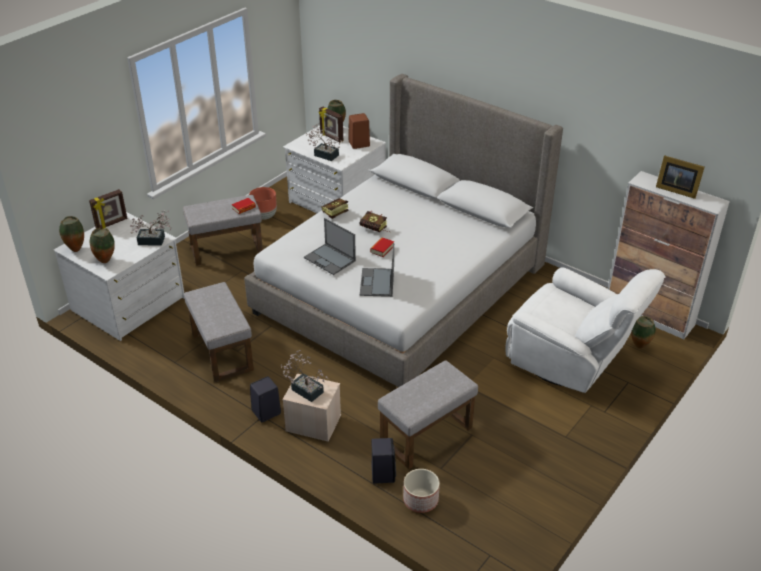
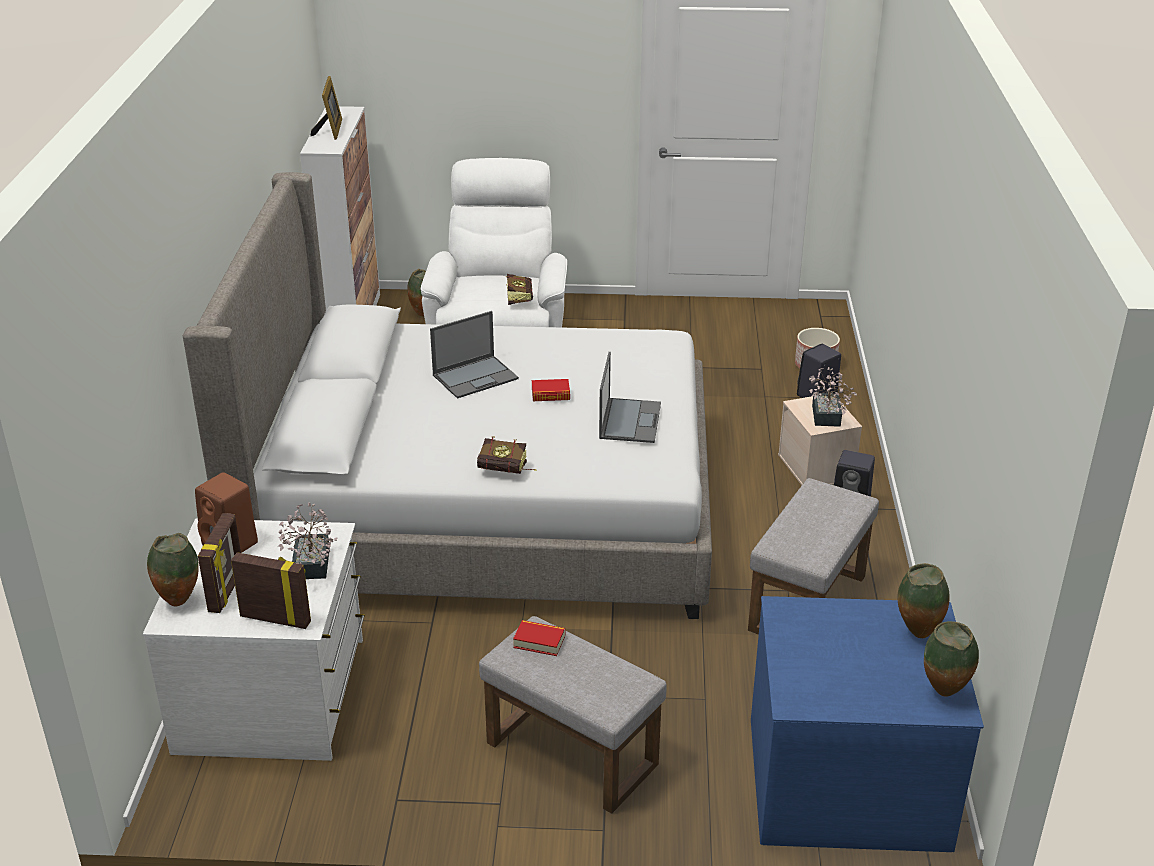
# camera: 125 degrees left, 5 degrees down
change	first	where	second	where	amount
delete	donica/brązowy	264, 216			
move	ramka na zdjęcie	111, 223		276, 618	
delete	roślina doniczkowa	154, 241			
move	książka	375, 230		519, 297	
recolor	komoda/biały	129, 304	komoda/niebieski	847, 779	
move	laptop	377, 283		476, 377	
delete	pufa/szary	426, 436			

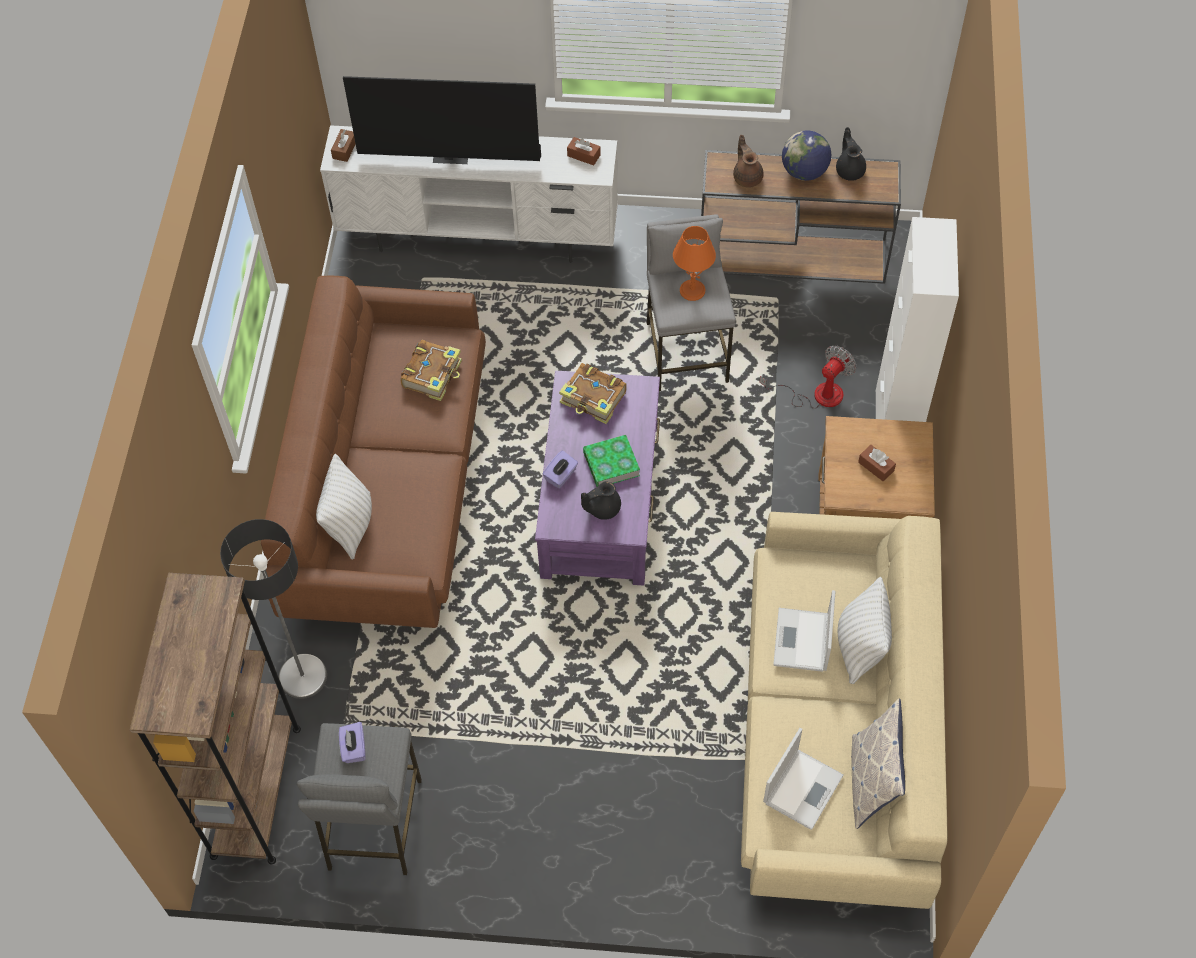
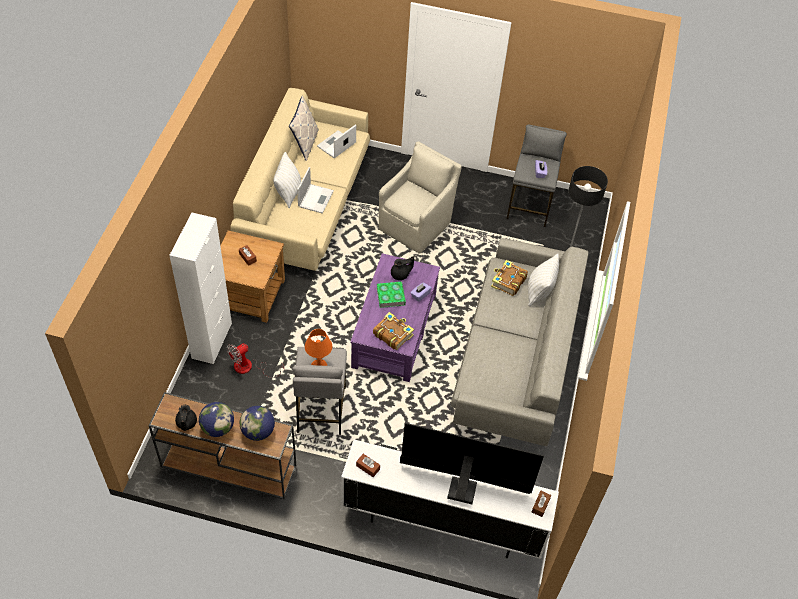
# camera: 175 degrees left, 5 degrees down
change	first	where	second	where	amount
replace	imbryk/brązowy	747, 177	globus	258, 431	
recolor	kanapa/brązowy	390, 486	kanapa/szary	514, 359	
move	książka	433, 374		508, 282	
delete	regał/brązowy	256, 791			
insert			fotel/beżowy	416, 224	

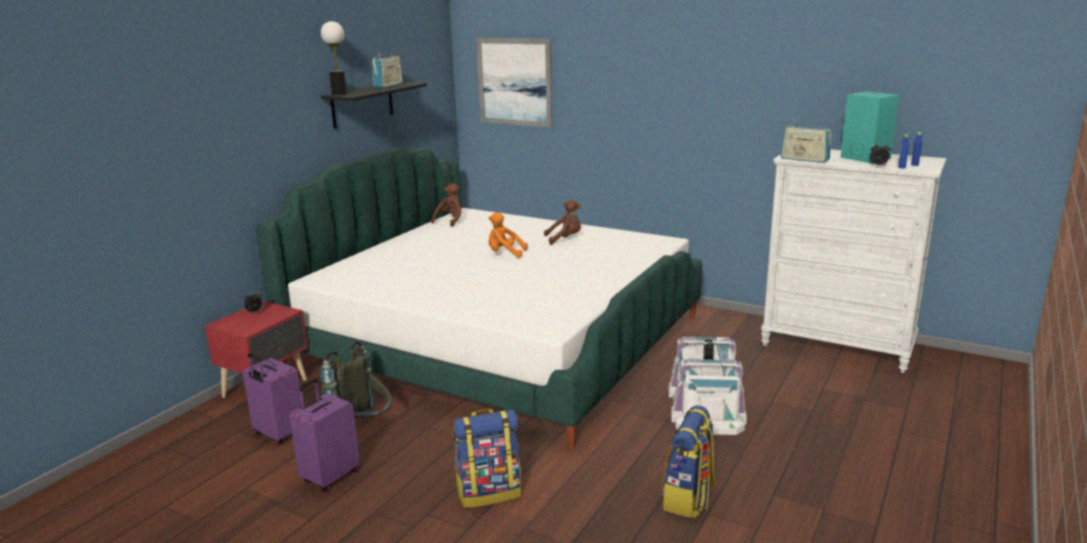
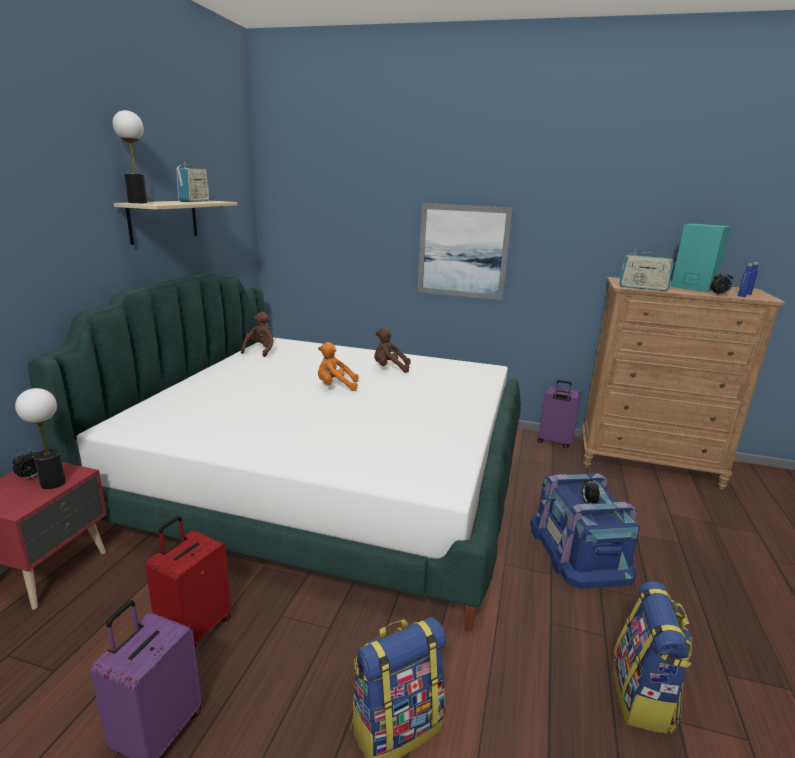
# camera: 15 degrees left, 0 degrees up
change	first	where	second	where	amount
move	obraz	514, 82		462, 251	
recolor	półka/czarny	362, 104	półka/beżowy	164, 220	
recolor	komoda/biały	837, 345	komoda/brązowy	648, 463	
rotate	pluszak/brązowy	565, 239		389, 368	150 degrees counterclockwise
recolor	pojemnik do przechowywania/biały	706, 407	pojemnik do przechowywania/niebieski	579, 549	
replace	plecak/szary	364, 429	walizka/czerwony	195, 628	
move	walizka/fioletowy	278, 435		554, 442	
insert			lampa stołowa	53, 483	

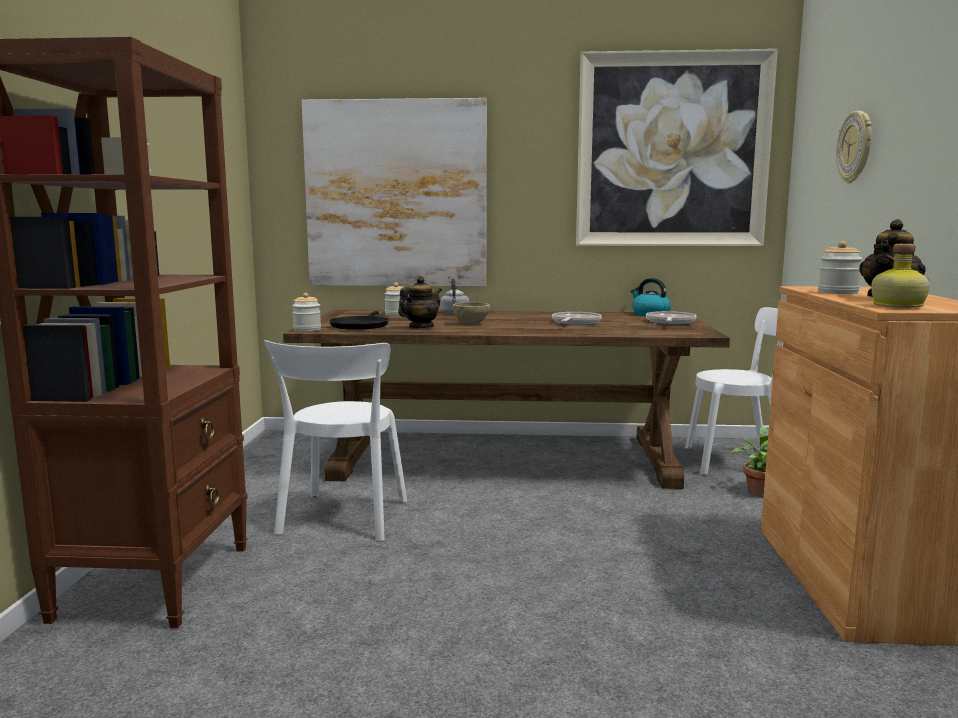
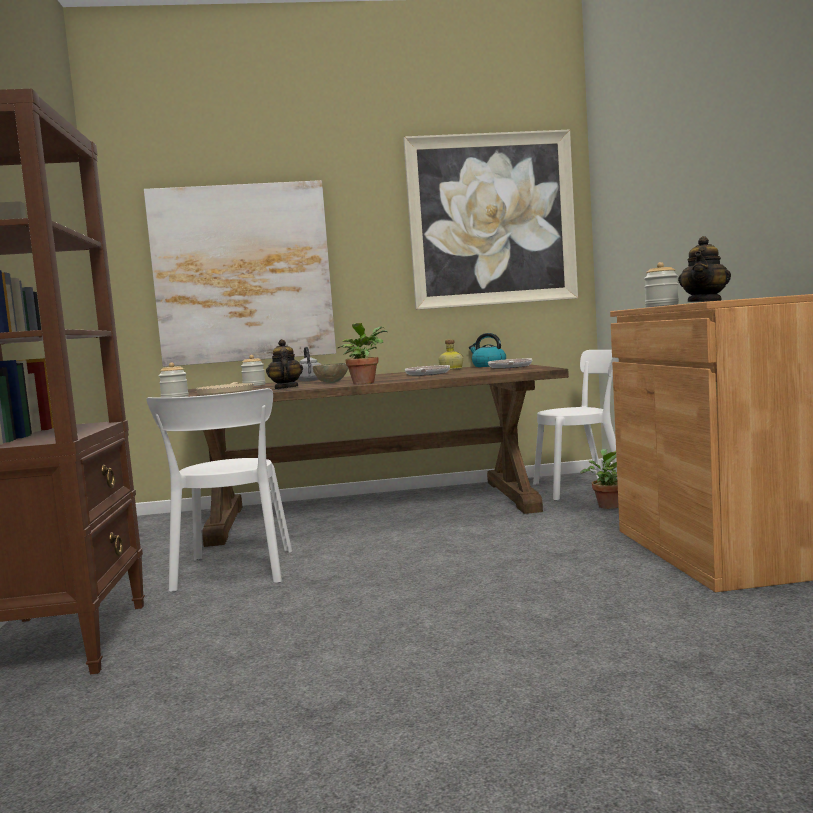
# camera: 10 degrees left, 5 degrees down
change	first	where	second	where	amount
delete	zegar ścienny	856, 147			
move	butelka	896, 305		450, 369	
rotate	imbryk	420, 327		285, 388	45 degrees counterclockwise
recolor	patelnia/czarny	360, 326	patelnia/beżowy	226, 392	
insert			roślina doniczkowa	364, 383	

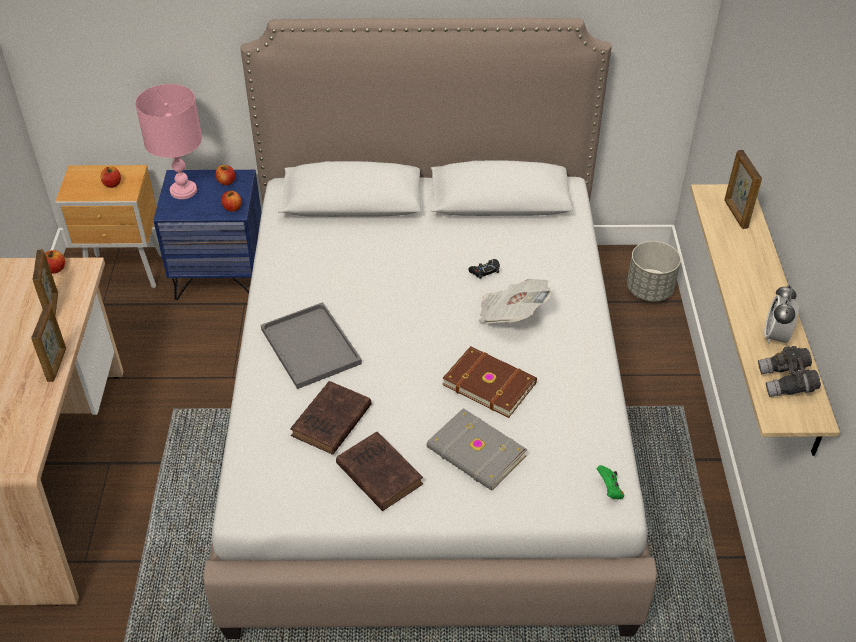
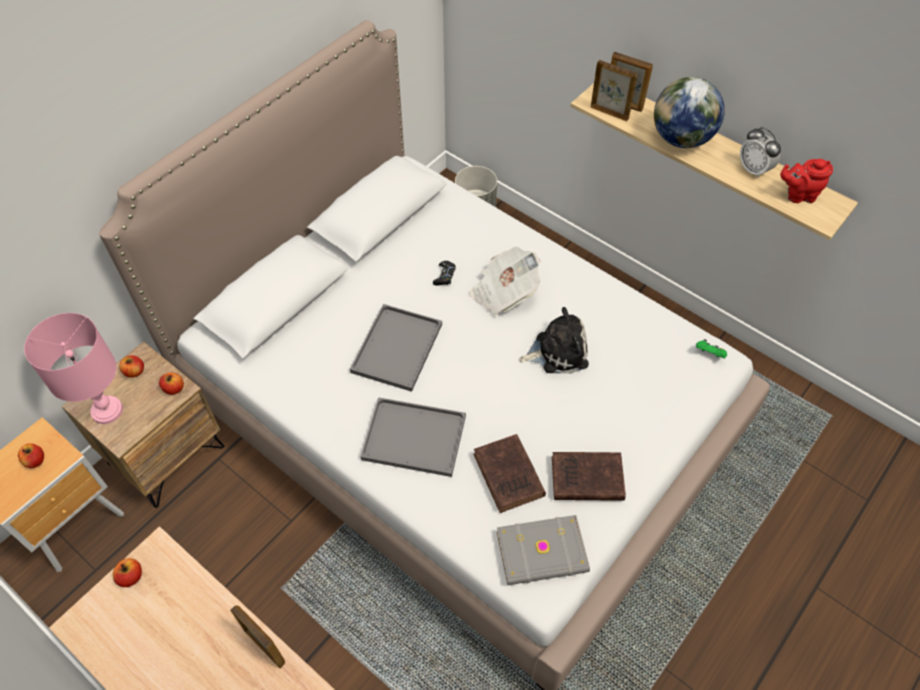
# camera: 50 degrees left, 10 degrees up
change	first	where	second	where	amount
recolor	szafka nocna/niebieski	221, 275	szafka nocna/brązowy	166, 454	
move	ramka na zdjęcie	53, 308		609, 112	
replace	książka/brązowy	489, 383	pluszak	557, 351	
replace	lornetka/szary	786, 382	imbryk/czerwony	798, 195	
move	książka/szary	475, 453		543, 553	
insert			globus	681, 139	
insert			taca/szary	396, 346	

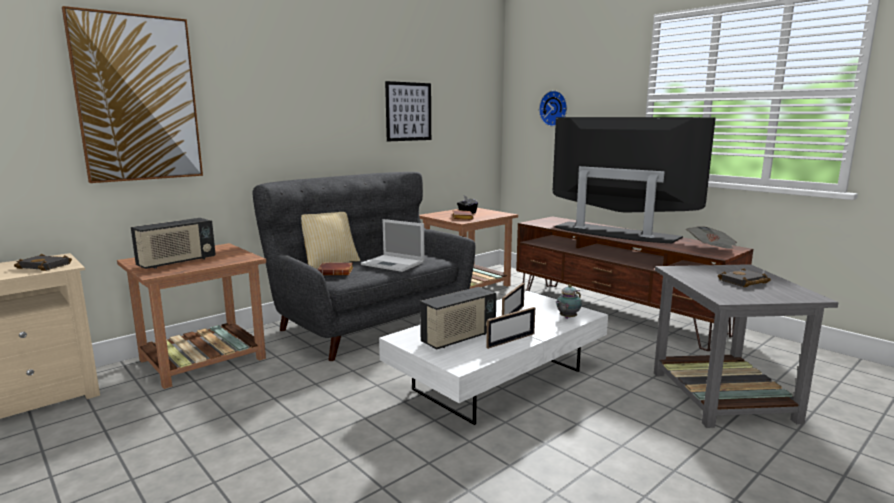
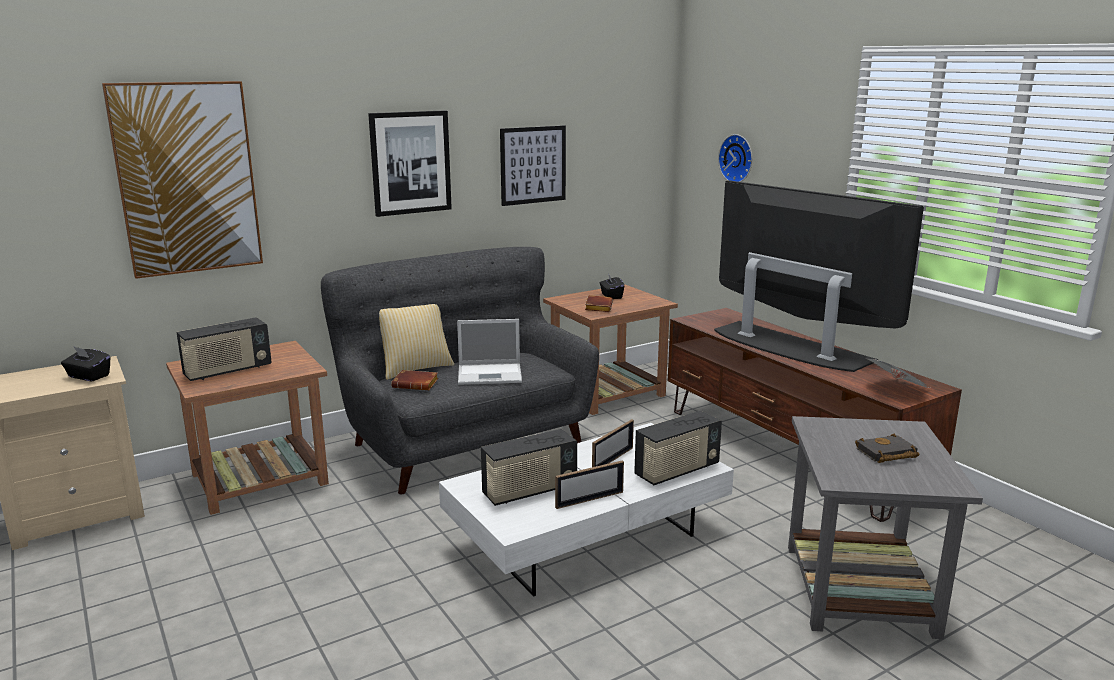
# camera: 10 degrees right, 5 degrees up
change	first	where	second	where	amount
rotate	laptop	394, 264		491, 374	45 degrees counterclockwise
replace	książka/czarny	46, 266	pudełko chusteczek/czarny	88, 376	
replace	imbryk	567, 318	radio	677, 471	
insert			obraz	410, 162	

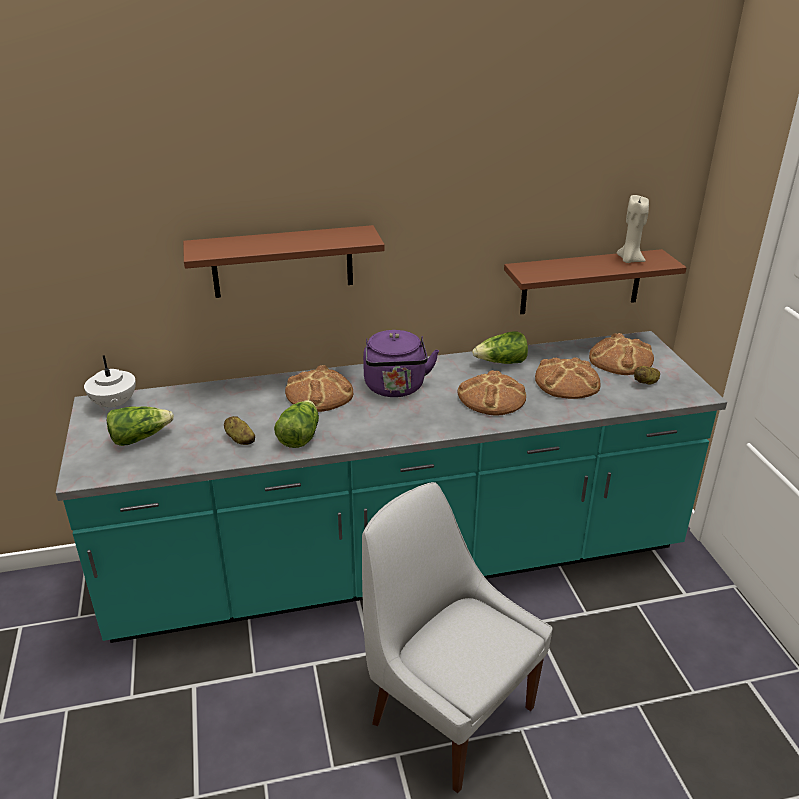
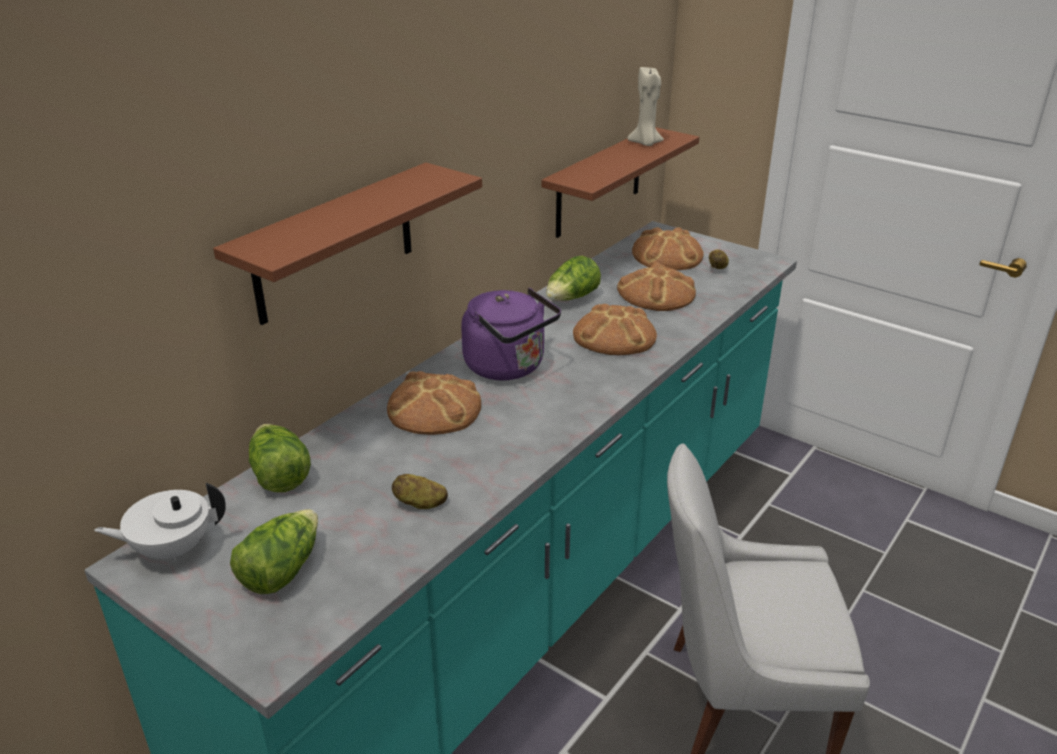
# camera: 40 degrees left, 0 degrees up
change	first	where	second	where	amount
rotate	imbryk/biały	114, 405		172, 549	135 degrees clockwise
move	sałata	299, 436		279, 475	

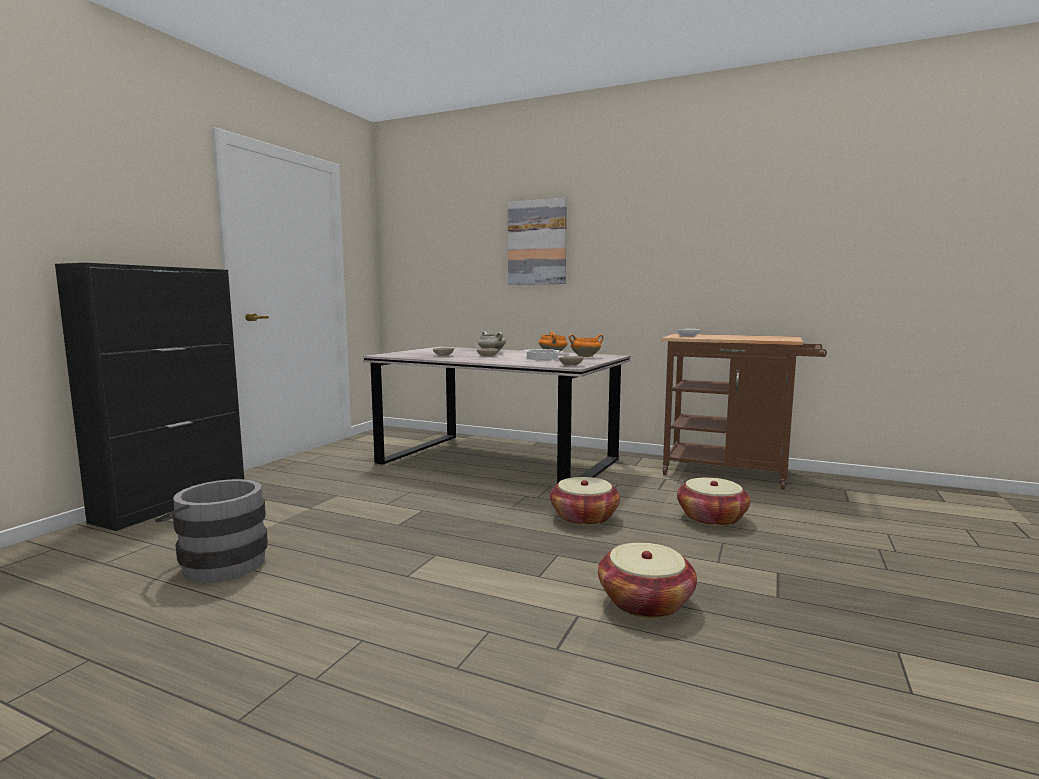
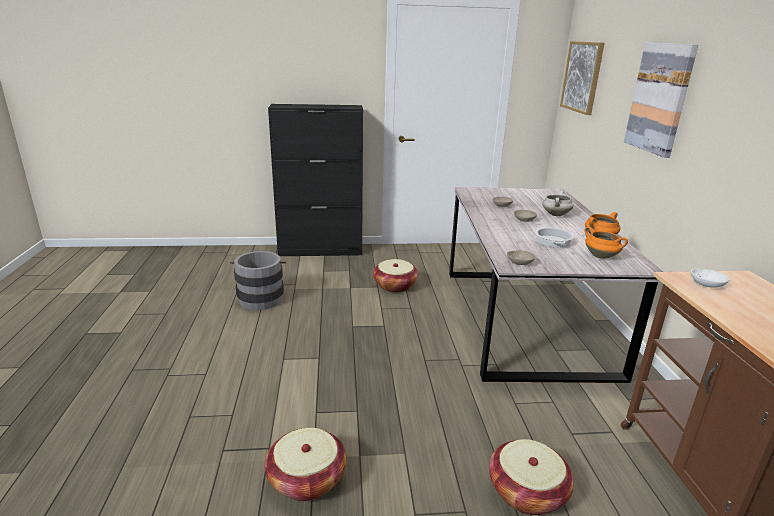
# camera: 60 degrees right, 15 degrees up
change	first	where	second	where	amount
move	koszyk	584, 517		395, 286	
insert			obraz	582, 77	

